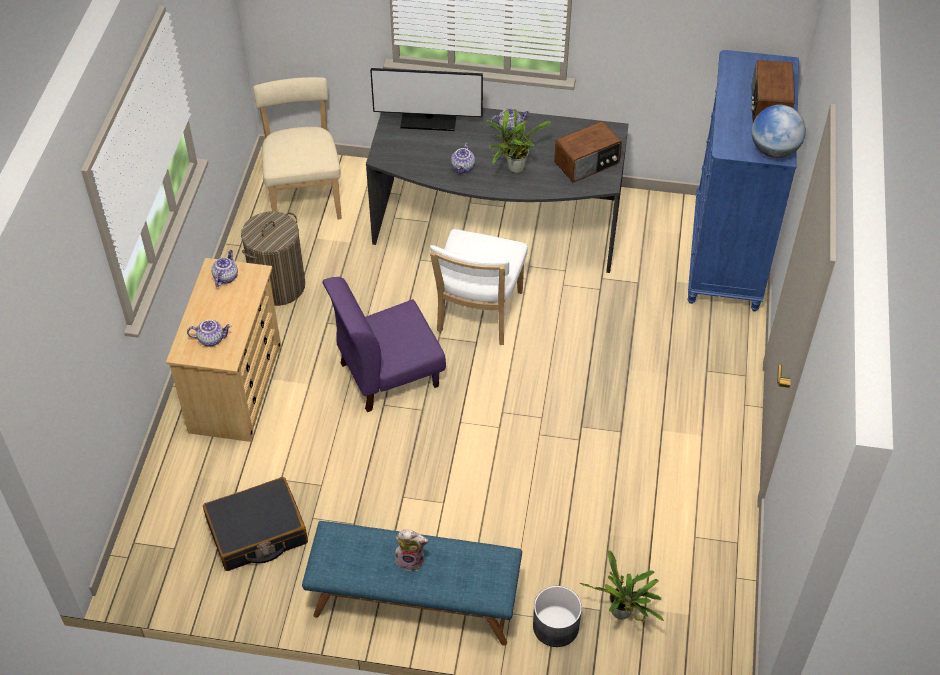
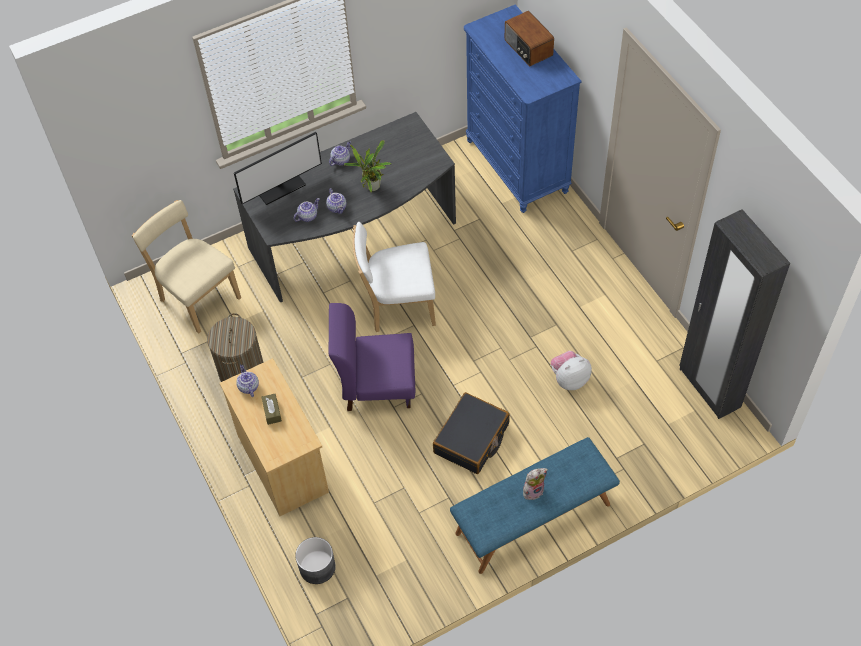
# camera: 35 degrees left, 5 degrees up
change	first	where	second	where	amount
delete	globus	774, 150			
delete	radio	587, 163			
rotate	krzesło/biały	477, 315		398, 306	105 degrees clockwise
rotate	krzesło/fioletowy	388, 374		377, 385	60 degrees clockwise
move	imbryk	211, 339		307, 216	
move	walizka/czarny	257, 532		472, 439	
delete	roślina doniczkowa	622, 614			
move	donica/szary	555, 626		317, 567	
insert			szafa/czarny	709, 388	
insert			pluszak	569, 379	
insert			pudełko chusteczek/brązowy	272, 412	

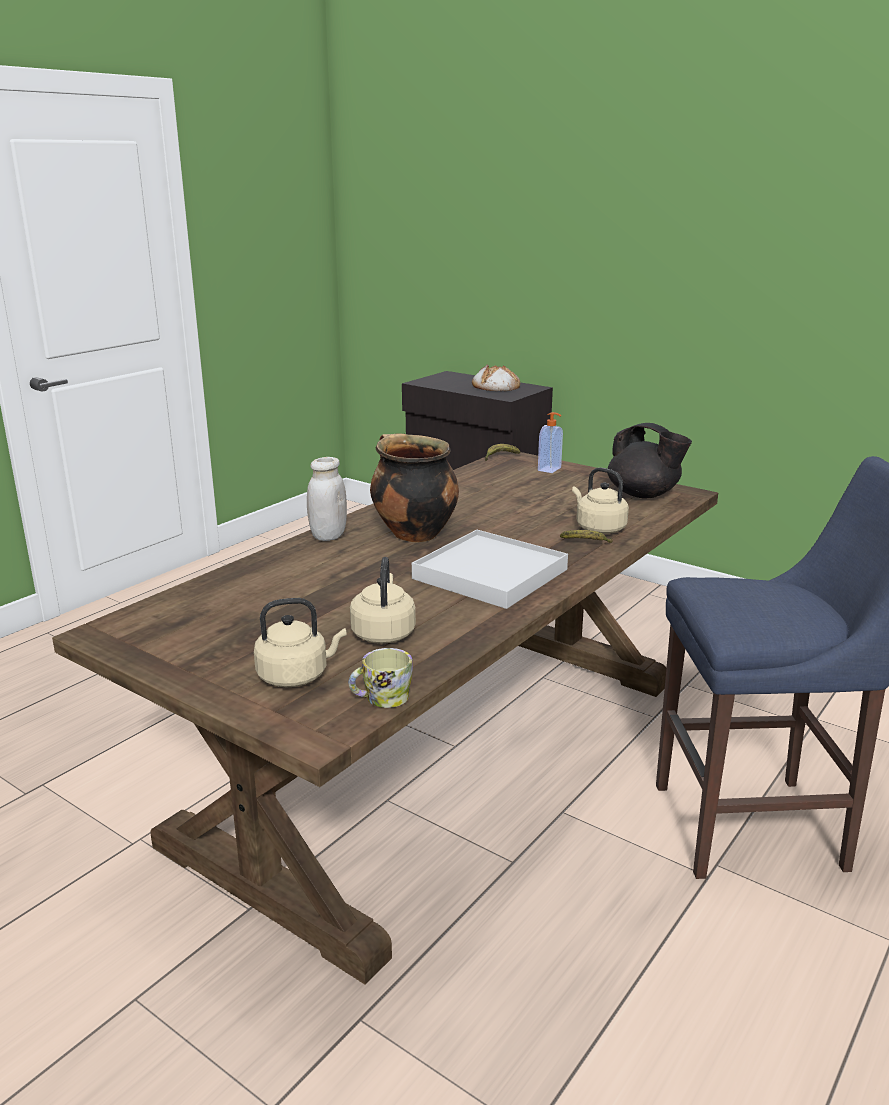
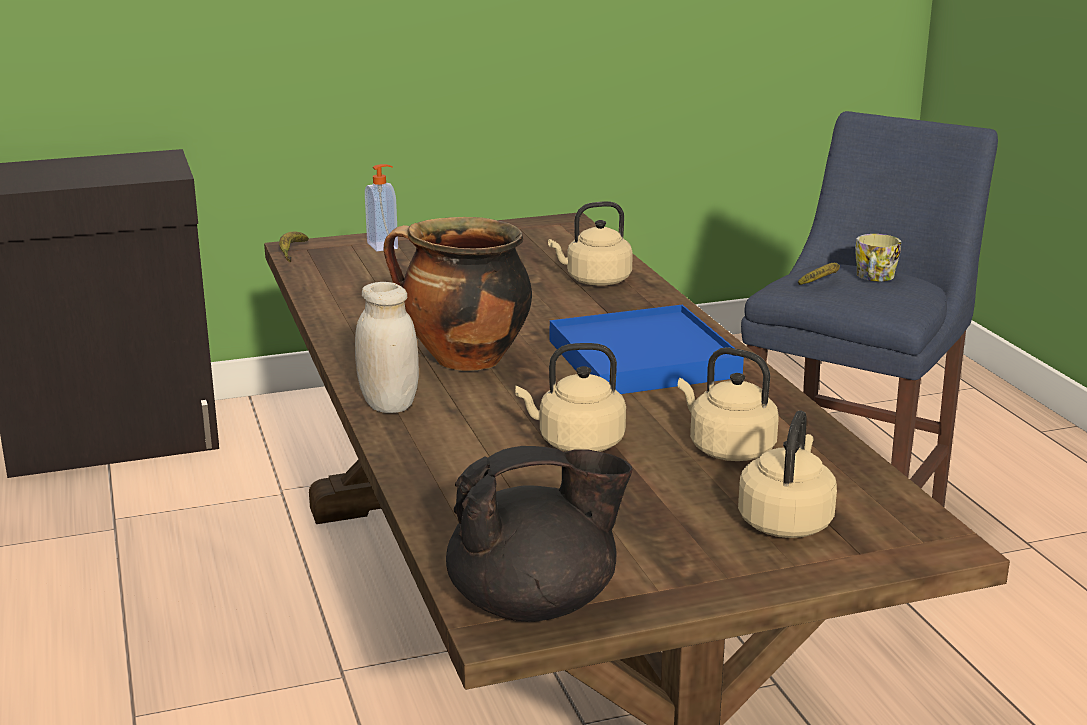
# camera: 55 degrees left, 0 degrees up
change	first	where	second	where	amount
delete	chleb	495, 386			
move	imbryk/czarny	643, 494		535, 603	
recolor	taca/biały	489, 574	taca/niebieski	642, 359	
move	banan	586, 543		822, 282	
move	kubek	381, 698		874, 278	
insert			czajnik/beżowy	576, 443	

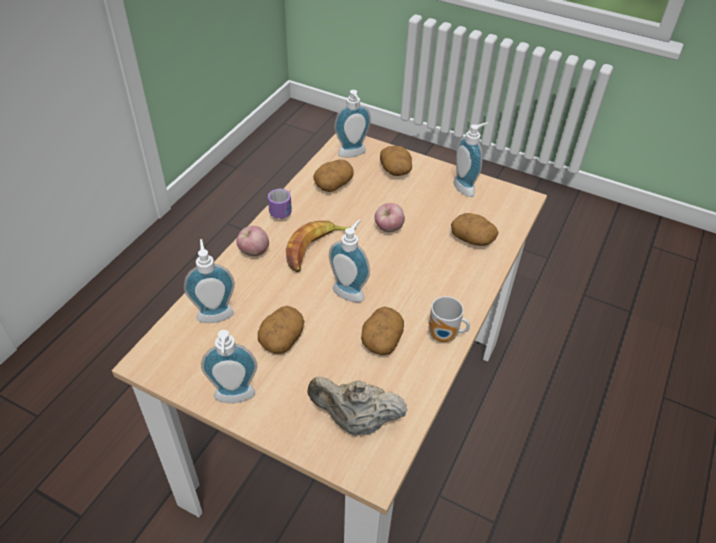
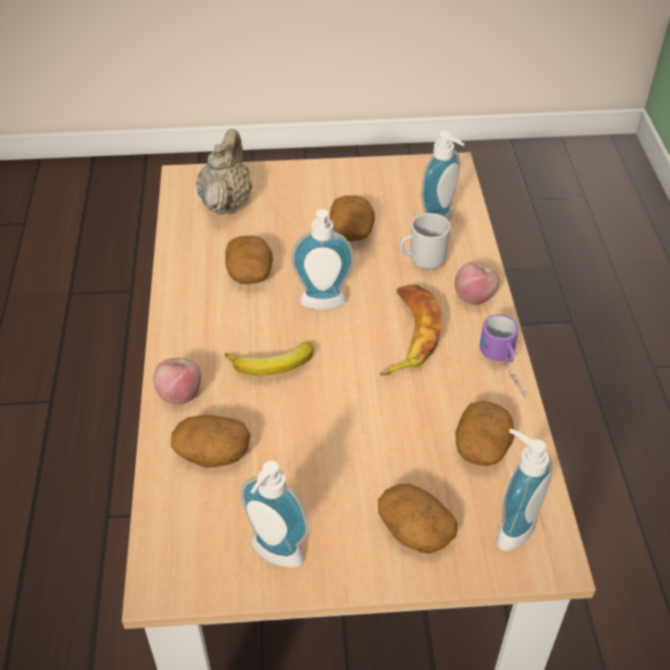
# camera: 150 degrees right, 0 degrees up
change	first	where	second	where	amount
move	jabłko	388, 229		180, 394	
move	kubek	444, 336		423, 262	
delete	dozownik mydła	234, 399			
rotate	imbryk/beżowy	356, 420		226, 202	60 degrees counterclockwise
insert			banan	272, 366	

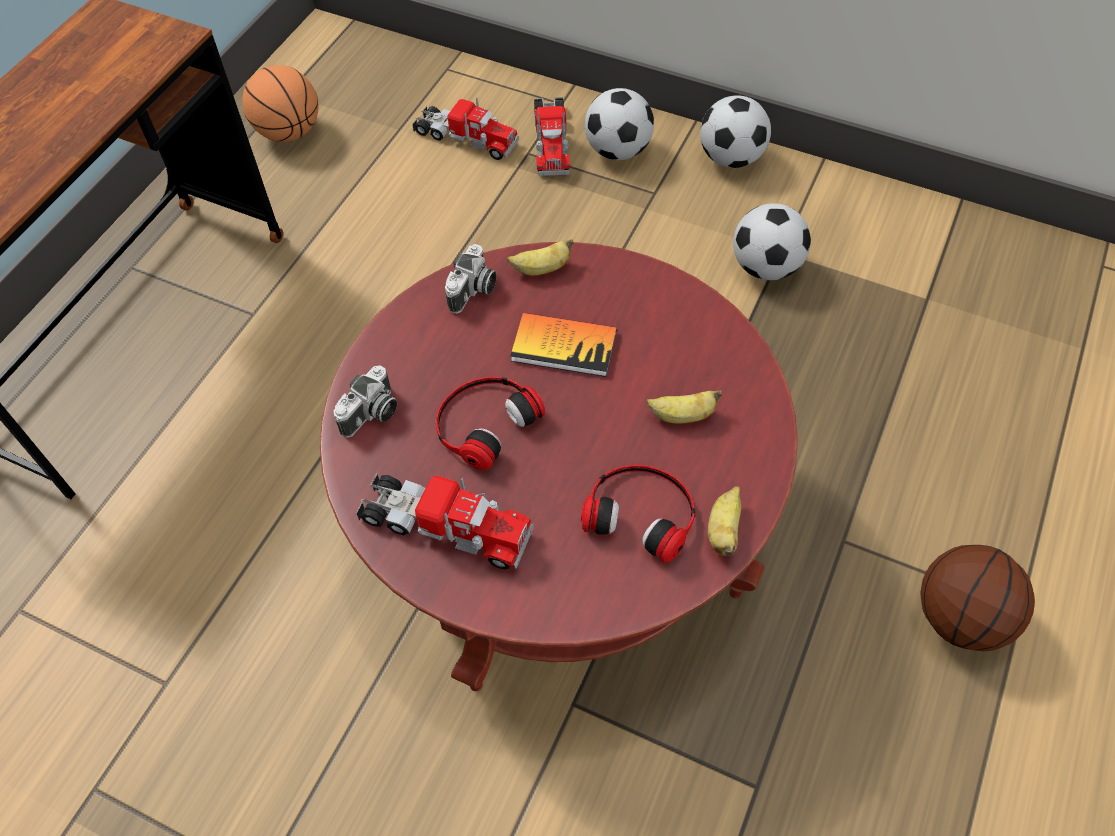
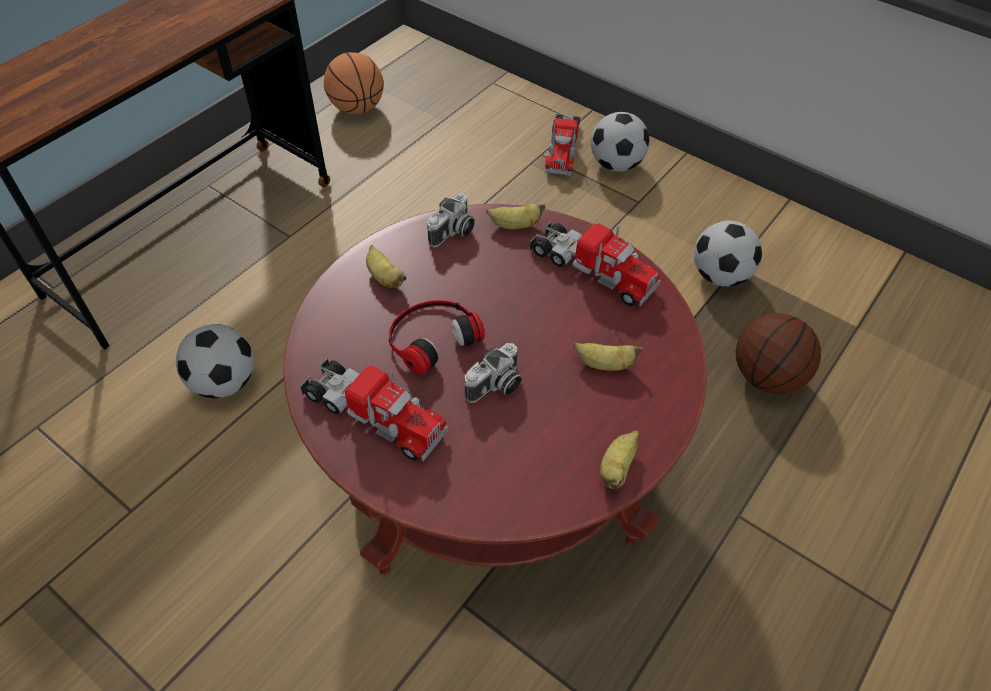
# camera: 10 degrees right, 5 degrees down
change	first	where	second	where	amount
move	piłka futbolowa	731, 158		224, 382	
move	ciężarówka zabawkowa	465, 138		591, 270	
delete	książka	564, 346			
move	aparat fotograficzny	371, 414		495, 386	
delete	słuchawki	641, 512			
move	piłka do koszykówki	960, 618		766, 377	
insert			banan	384, 278	

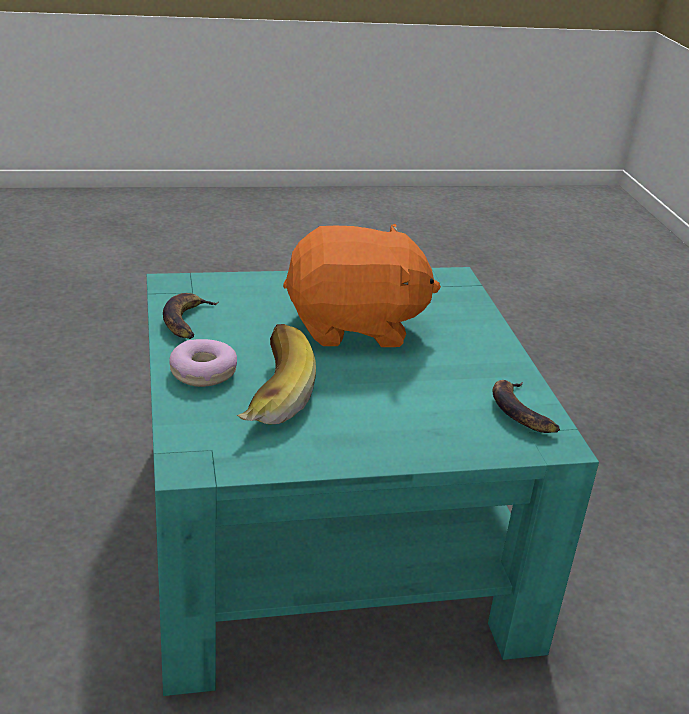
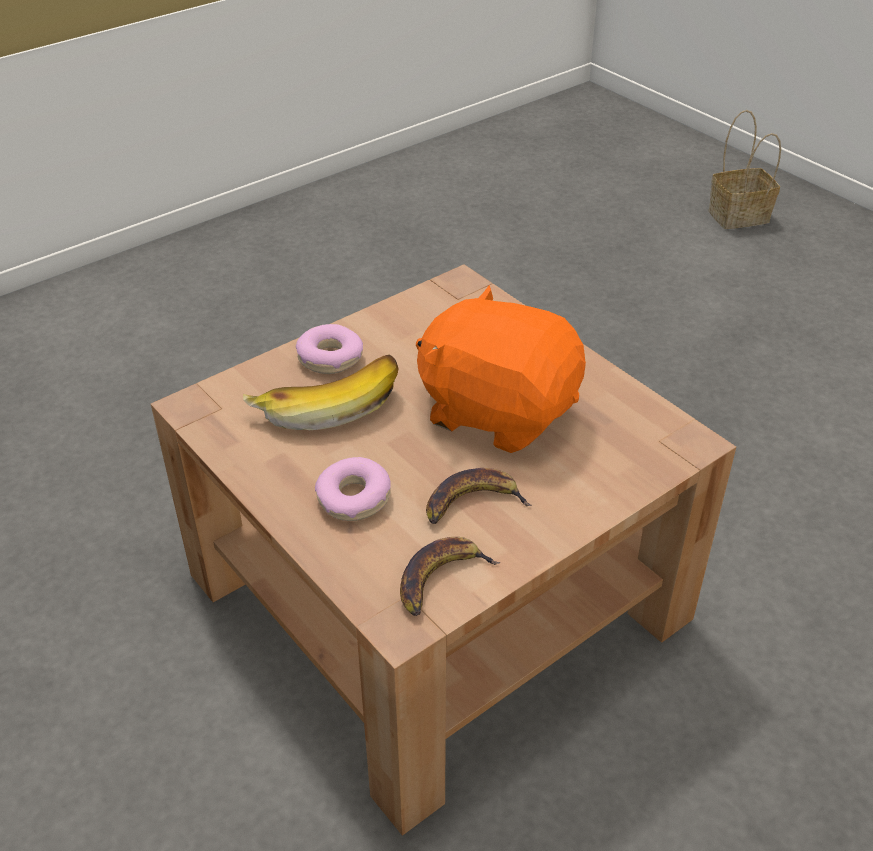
# camera: 65 degrees right, 10 degrees up
change	first	where	second	where	amount
rotate	pluszak/pomarańczowy	354, 326		498, 410	150 degrees clockwise
recolor	ława/turkusowy	329, 540	ława/brązowy	436, 597	
move	banan	187, 321		472, 503	
insert			koszyk	739, 215	
insert			donut	353, 498	

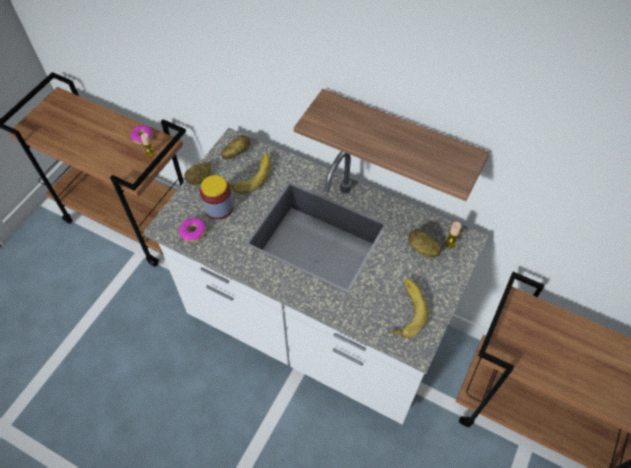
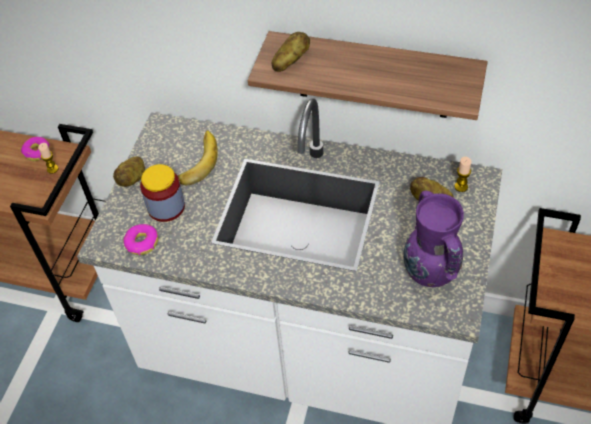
# camera: 10 degrees left, 5 degrees down
change	first	where	second	where	amount
move	ziemniak	236, 153		290, 61	
replace	banan	404, 310	wazon/fioletowy	430, 275	

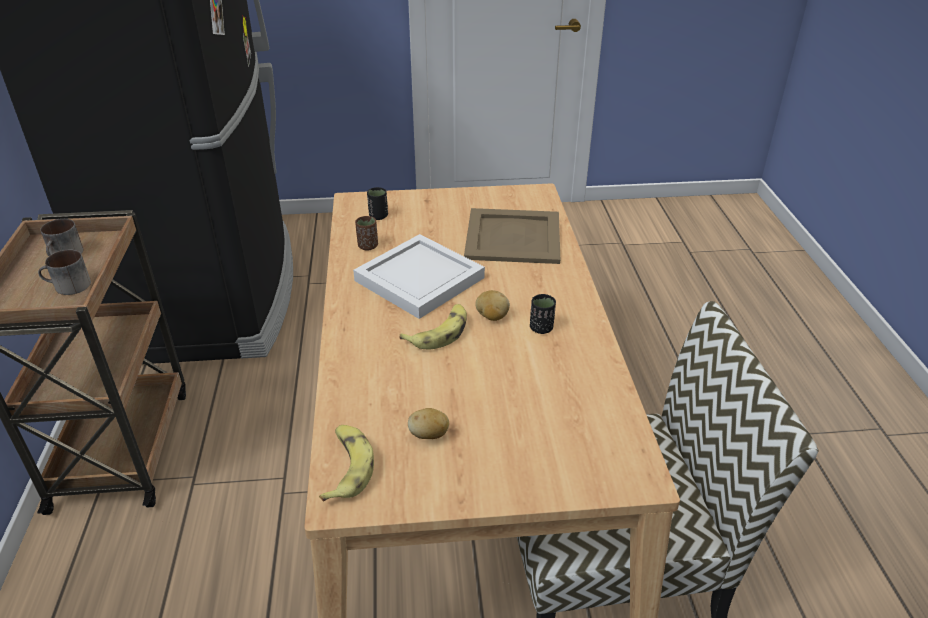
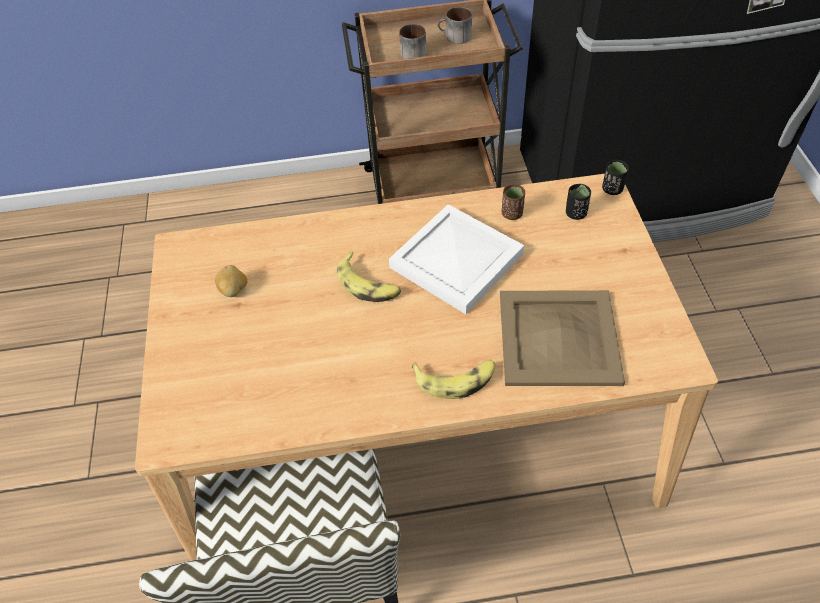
# camera: 90 degrees right, 15 degrees up
change	first	where	second	where	amount
delete	ziemniak	491, 317			
move	filiżanka/czarny	541, 328		612, 189	
move	banan	346, 467		456, 379	

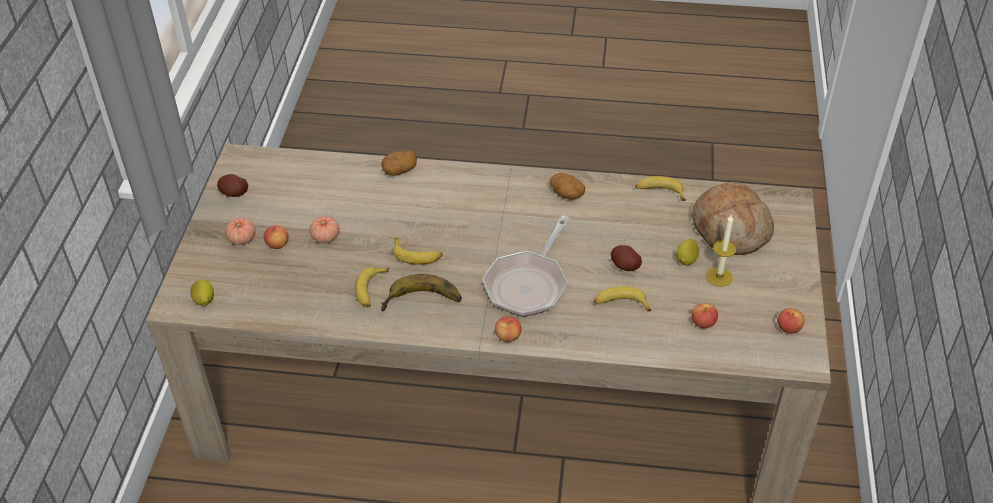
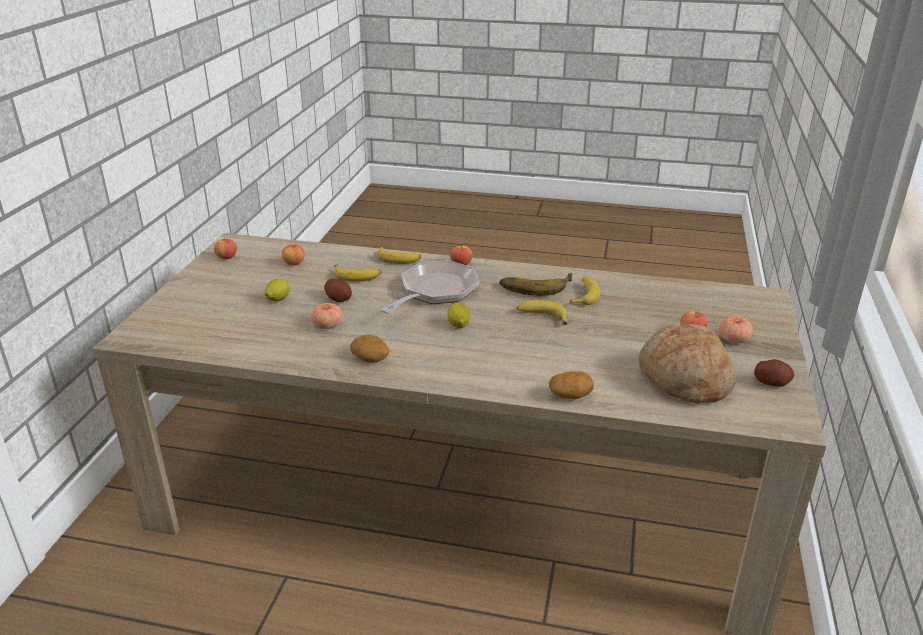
# camera: 175 degrees left, 15 degrees down
change	first	where	second	where	amount
move	banan	659, 192		398, 259	
move	chleb	730, 229		684, 379	
delete	świeca	719, 277			
move	pomidor	325, 237		327, 325	
move	cytryna	204, 301		458, 324	

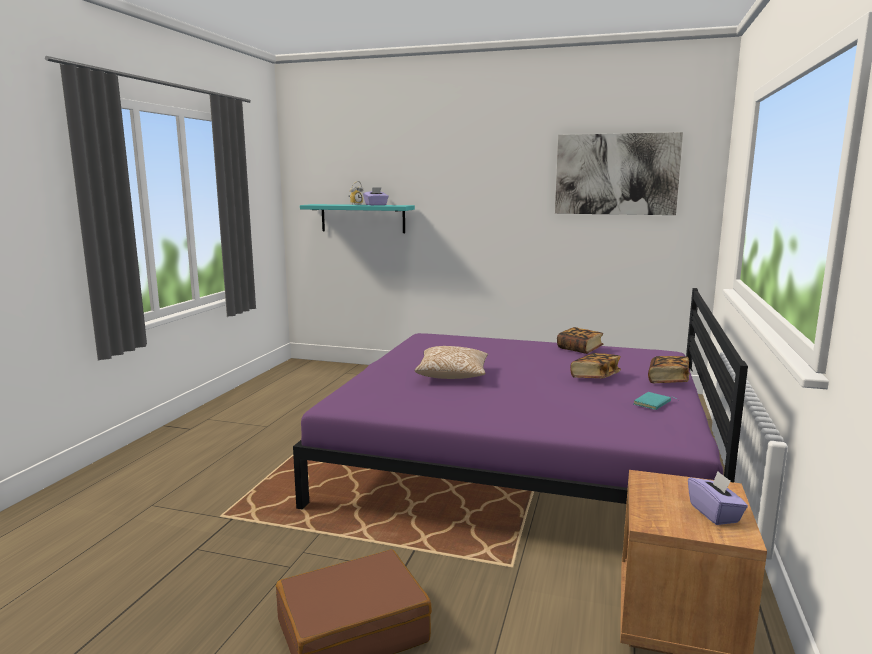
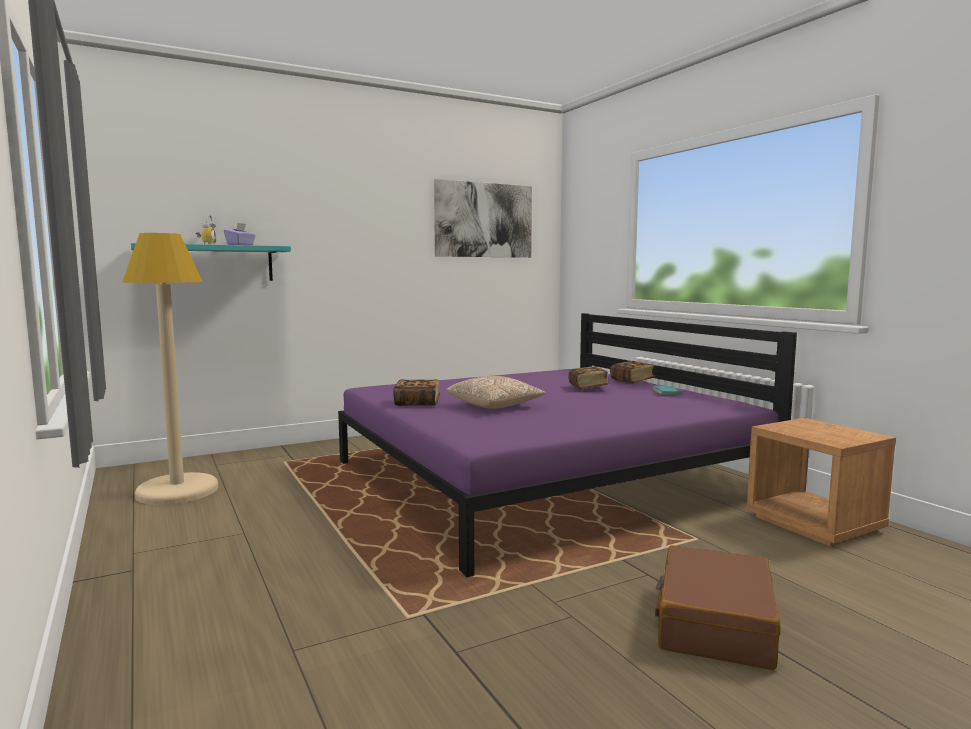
# camera: 45 degrees left, 5 degrees down
change	first	where	second	where	amount
move	książka	579, 349		417, 403	
delete	pudełko chusteczek/fioletowy	714, 513			
insert			lampa stojąca/beżowy	177, 491	

